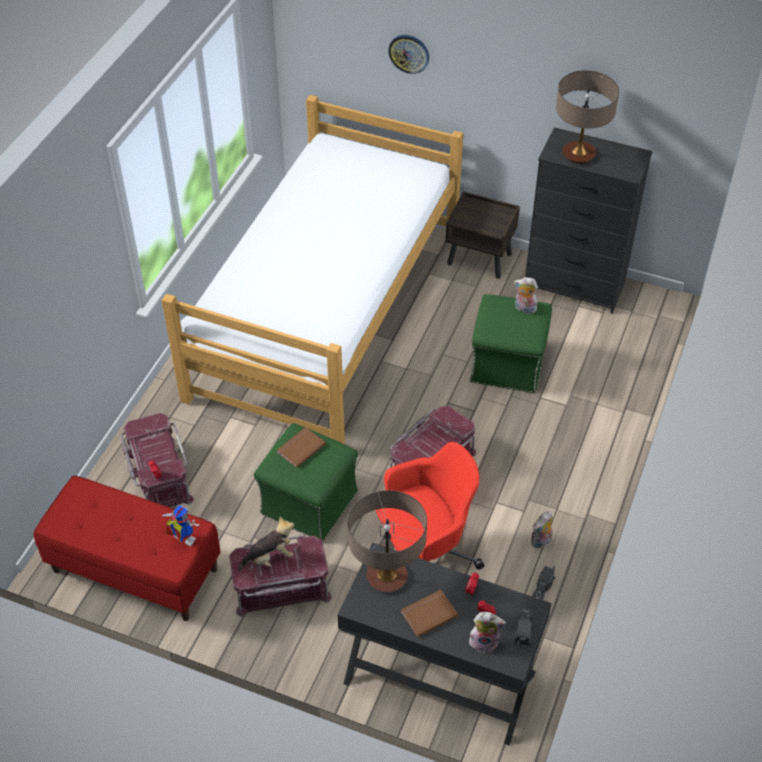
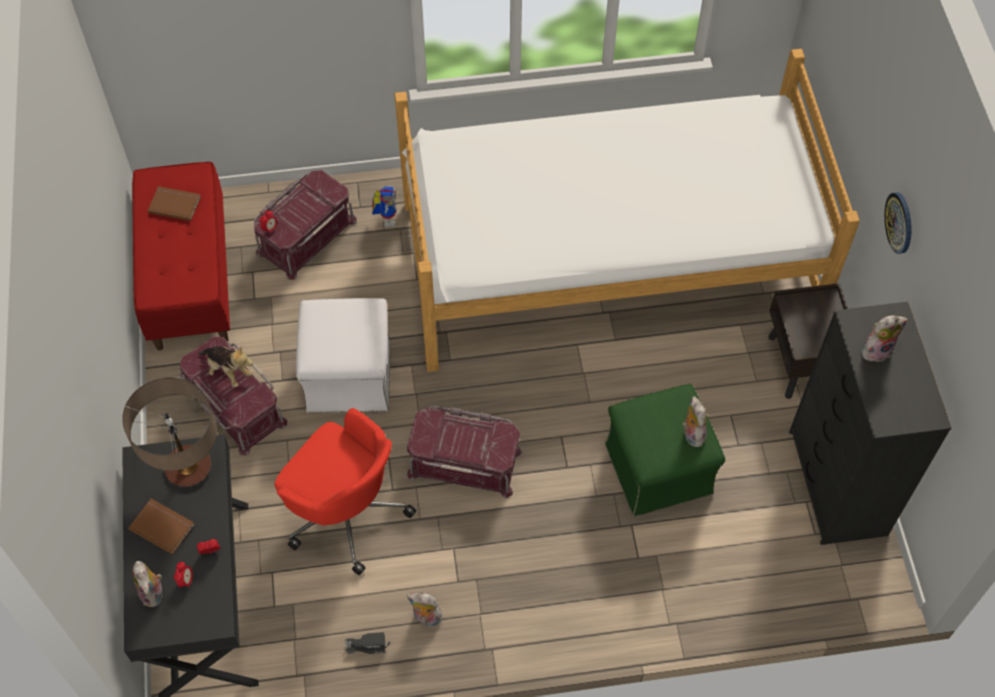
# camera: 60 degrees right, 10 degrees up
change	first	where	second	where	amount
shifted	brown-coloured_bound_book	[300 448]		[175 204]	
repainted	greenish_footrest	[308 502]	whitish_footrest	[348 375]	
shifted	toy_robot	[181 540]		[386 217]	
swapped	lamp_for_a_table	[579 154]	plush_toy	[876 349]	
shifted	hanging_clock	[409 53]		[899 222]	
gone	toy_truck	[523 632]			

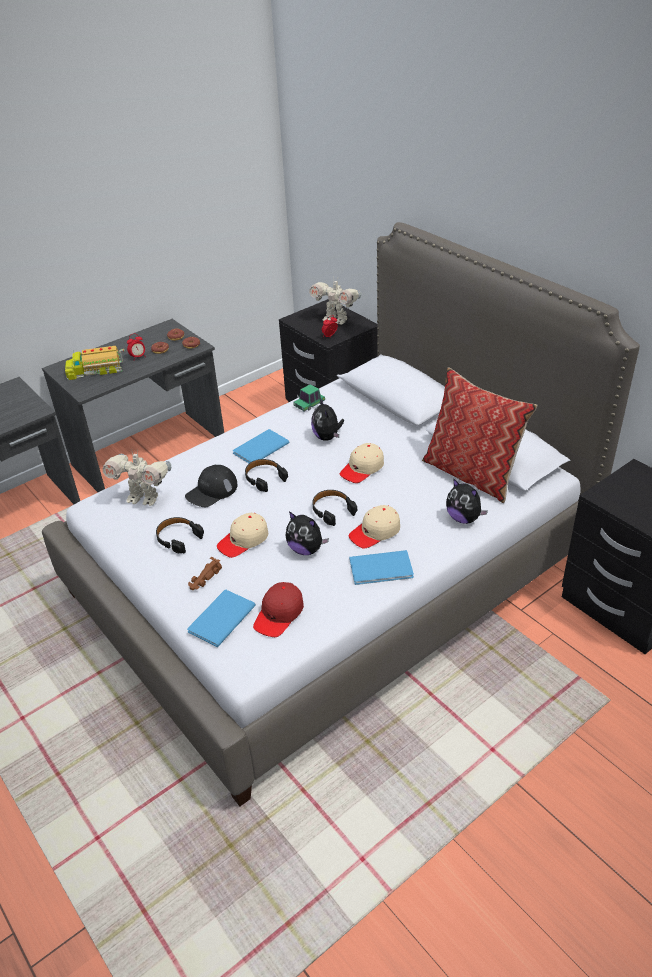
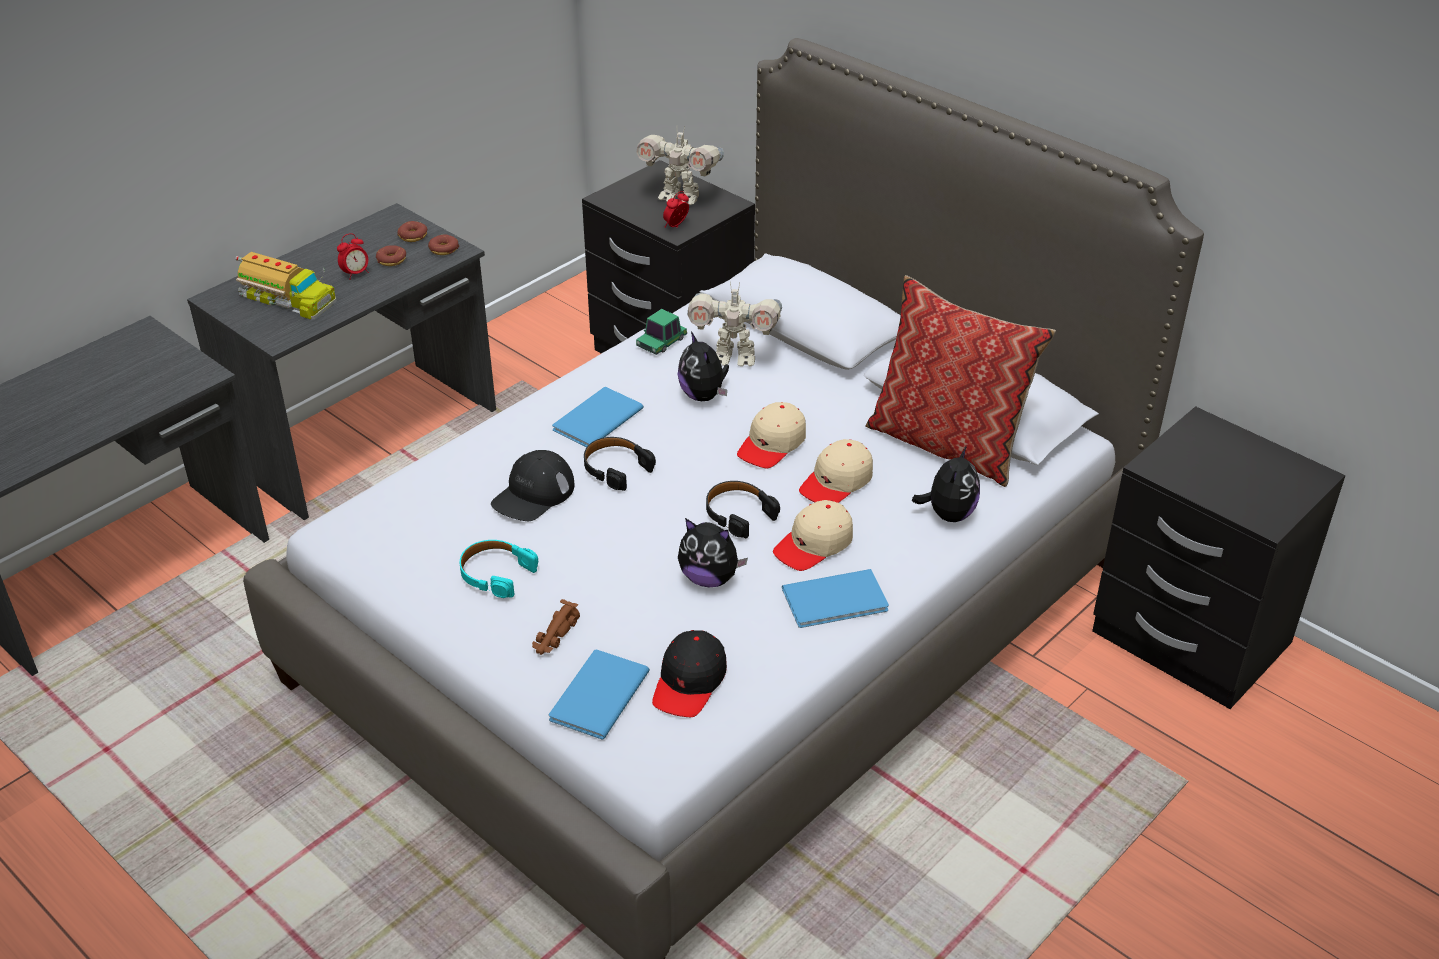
# camera: 10 degrees left, 0 degrees up
change	first	where	second	where	amount
rotated	toy_truck	[95 370]		[286 299]	135 degrees counterclockwise
repainted	black-coloured_headphones	[178 538]	blue-green_headphones	[496 574]	
repainted	reddish_baseball_cap	[279 614]	black-coloured_baseball_cap	[689 682]	
shifted	toy_robot	[143 498]		[734 358]	
shifted	beige-coloured_baseball_cap	[243 540]		[837 482]	
rotated	plush_toy	[464 518]		[948 514]	105 degrees counterclockwise

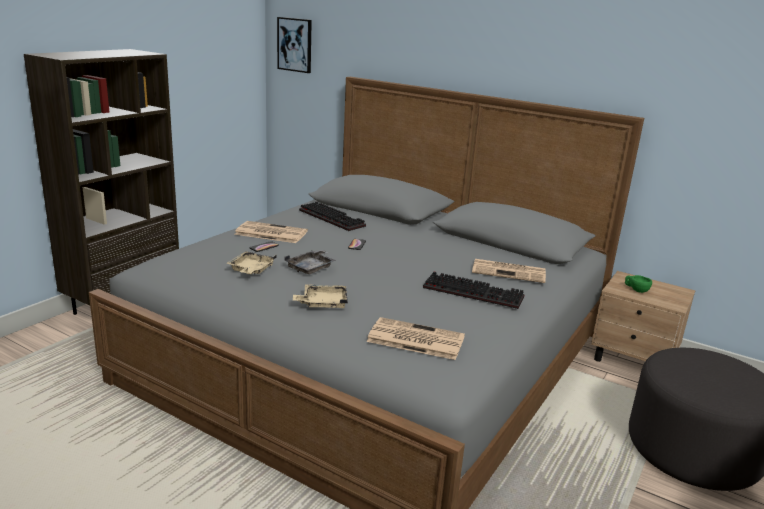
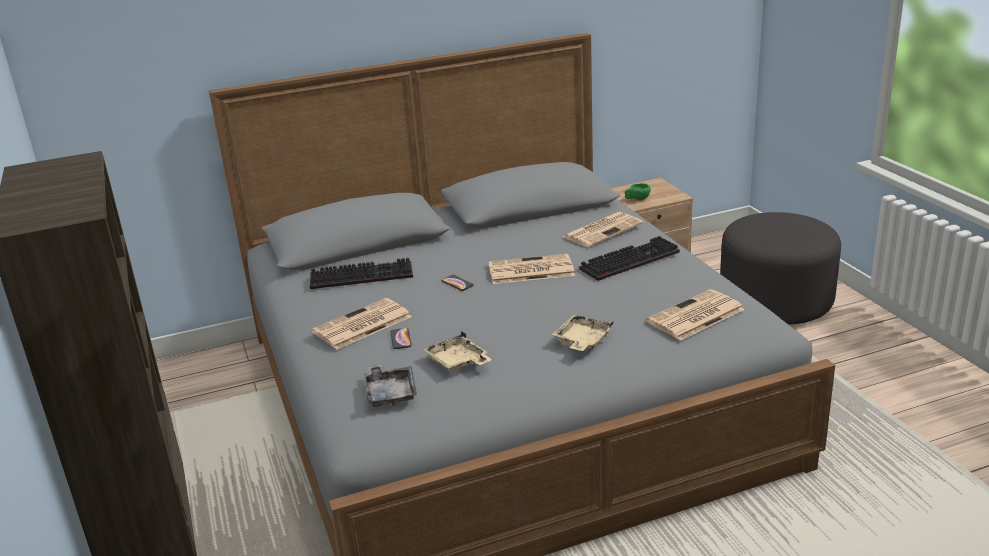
# camera: 50 degrees left, 5 degrees up
change	first	where	second	where	amount
shifted	gray_tray	[311 268]		[390 393]	
new			daily_paper	[529 270]	
gone	picture	[295 45]			

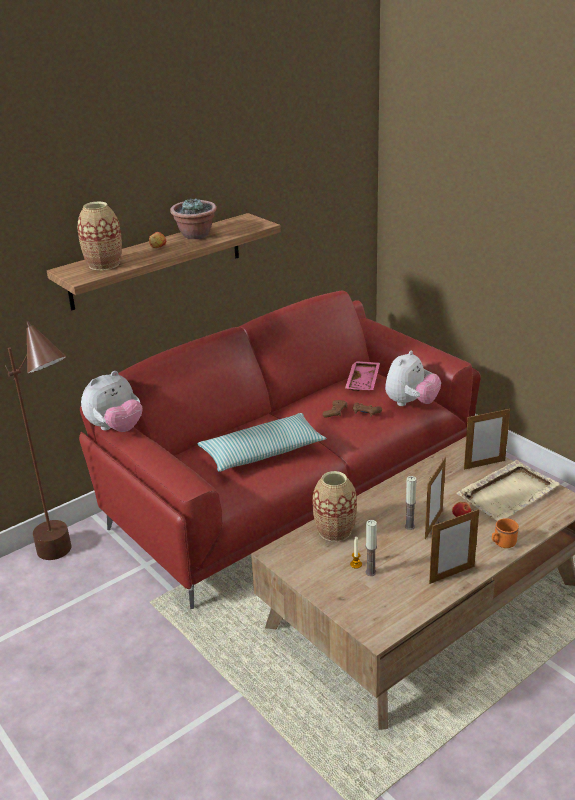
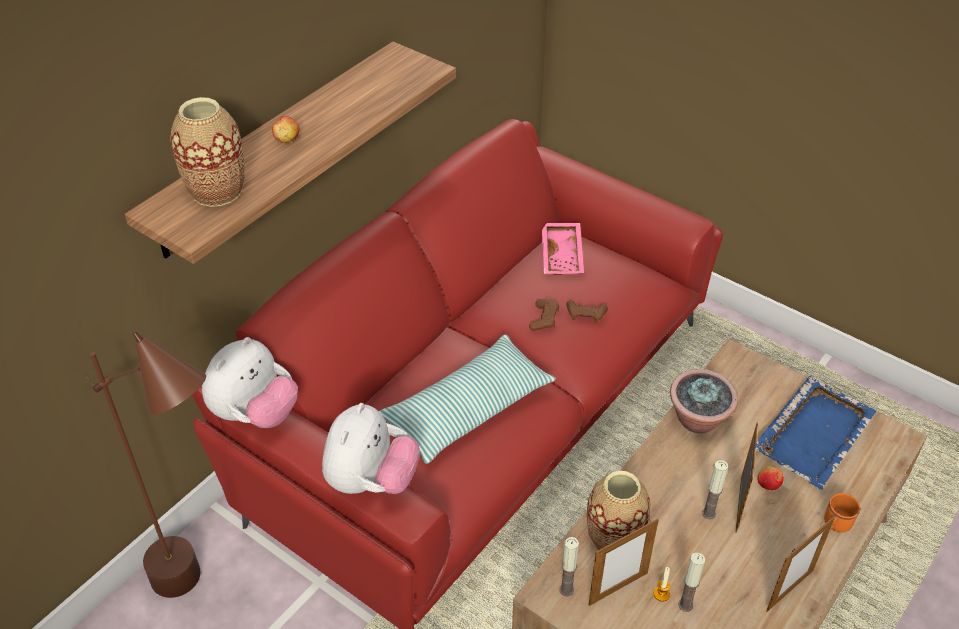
# camera: 15 degrees left, 15 degrees up
change	first	where	second	where	amount
shifted	plush_toy	[411 403]		[371 481]	
new			wax_light	[566 589]	
shifted	photo_frame	[484 464]		[618 588]	
shifted	plant_in_a_pot	[196 235]		[698 420]	
repainted	beige-coloured_tray	[508 493]	blue-coloured_tray	[814 433]	

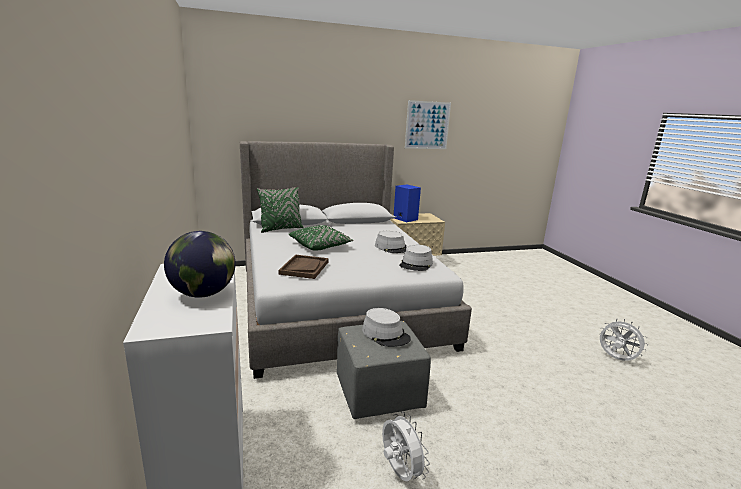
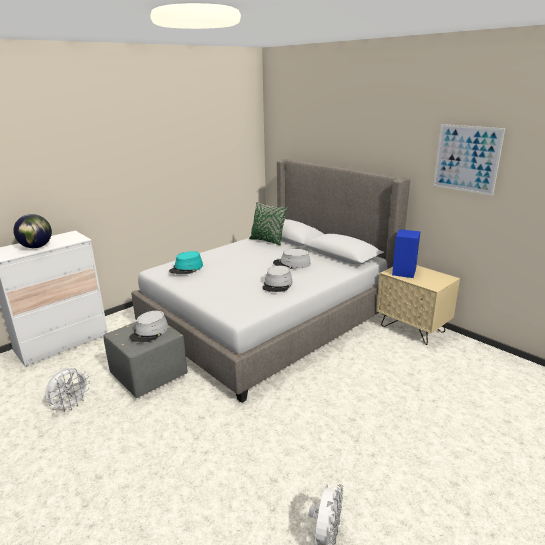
# camera: 65 degrees right, 5 degrees up
change	first	where	second	where	amount
swapped	brown-coloured_tray	[304 268]	blue-green_clothing_hat	[186 268]	
shifted	gray_clothing_hat	[416 264]		[291 264]	
gone	greenish_throw_pillow	[320 246]			

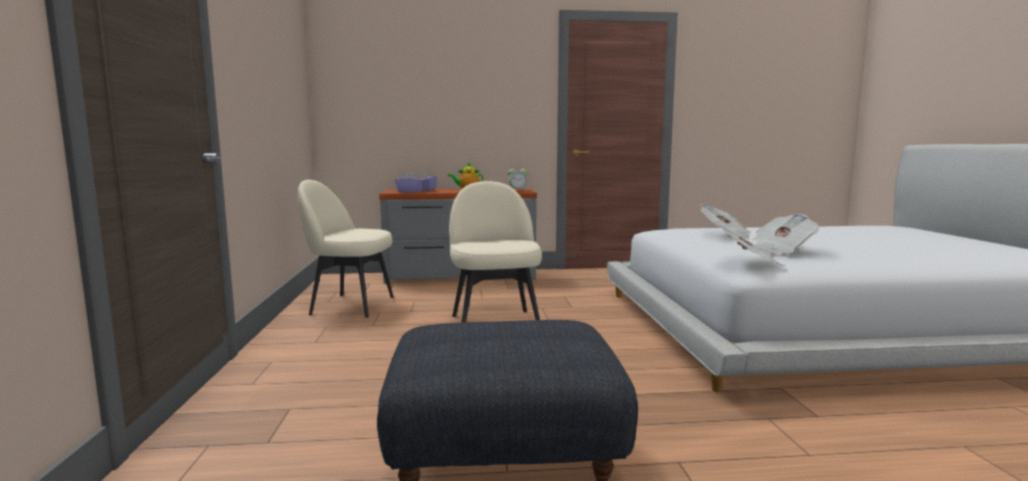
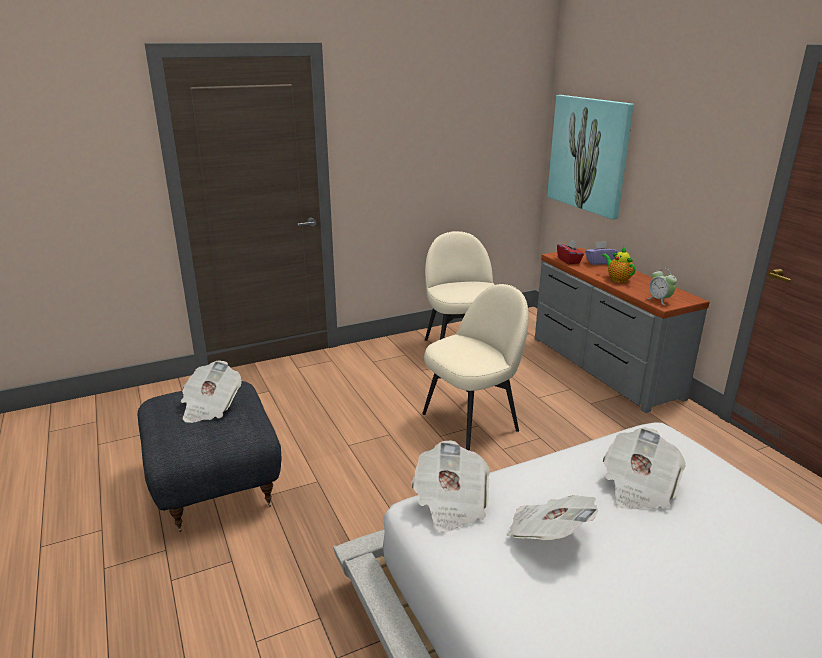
# camera: 70 degrees right, 15 degrees up
change	first	where	second	where	amount
new			daily_paper	[210 407]	
new			picture	[589 154]	
repainted	purple-coloured_tissue_holder	[409 192]	reddish_tissue_holder	[569 261]	

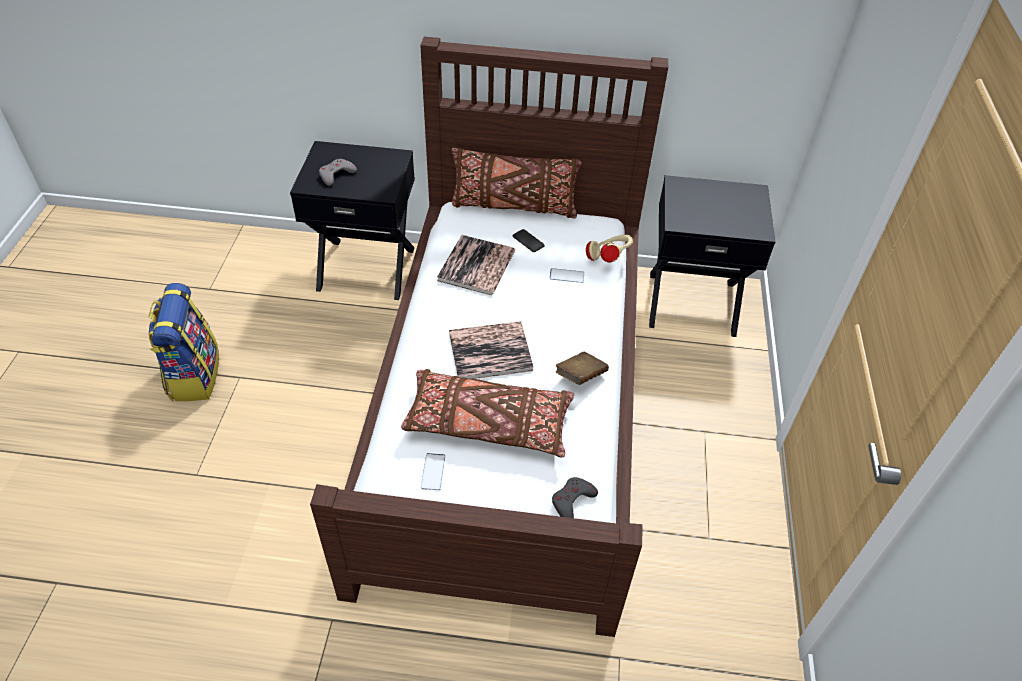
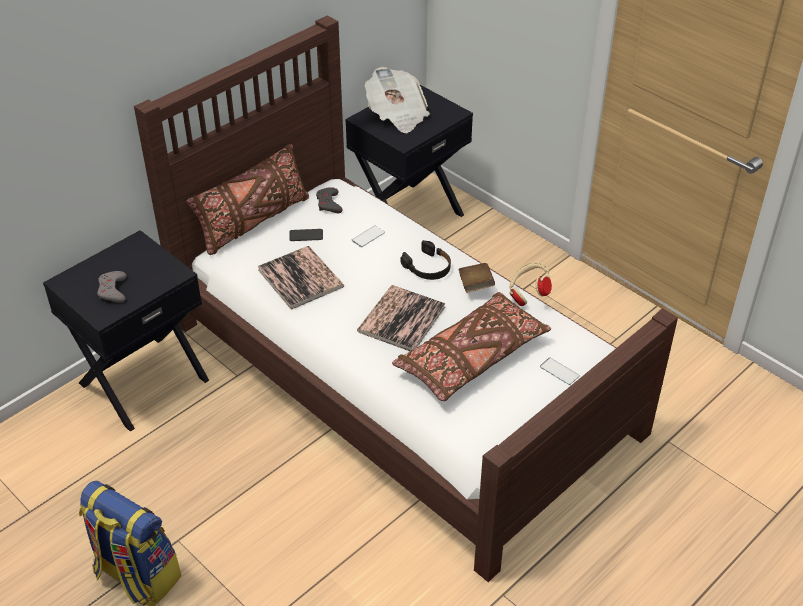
# camera: 50 degrees left, 5 degrees down
change	first	where	second	where	amount
shifted	gray_game_controller	[572 501]		[329 204]	
new			daily_paper	[397 115]	
new			black-coloured_headphones	[428 267]	
shifted	beige-coloured_headphones	[609 258]		[528 294]	
shifted	telephone	[433 472]		[559 371]	

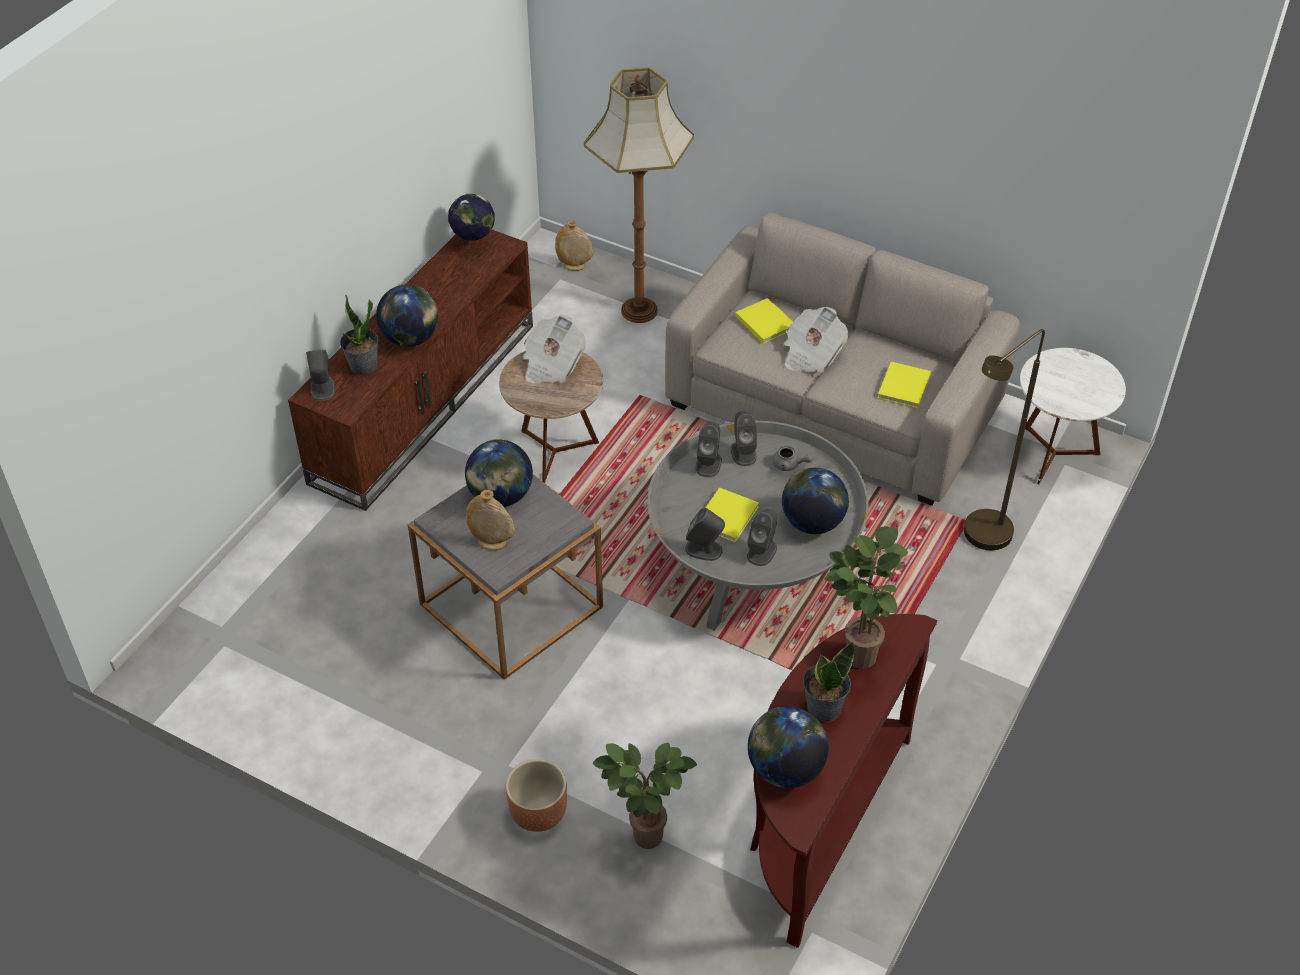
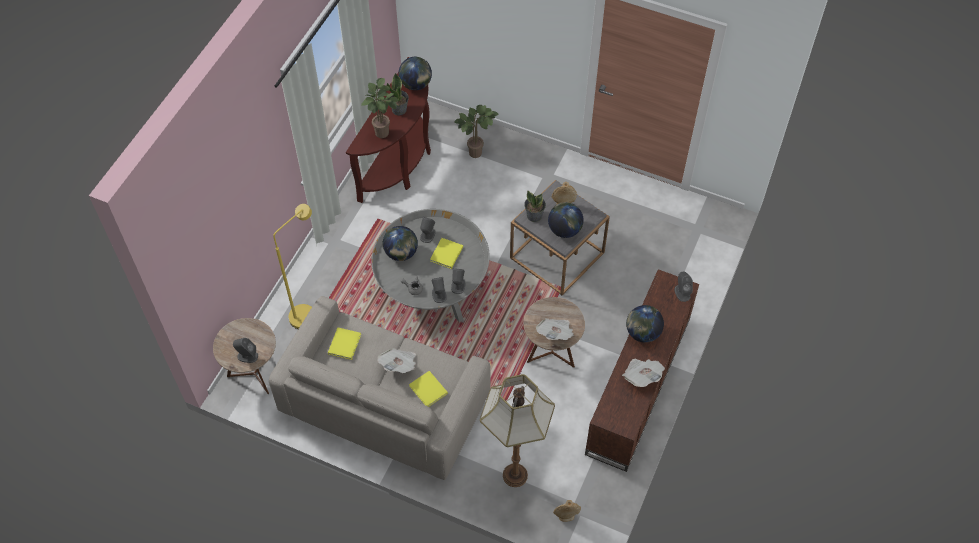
# camera: 175 degrees right, 10 degrees up
change	first	where	second	where	amount
repainted	whitish_side_table	[1054 455]	brown-coloured_side_table	[254 374]	
shifted	gray_loudspeaker	[704 550]		[247 356]	
repainted	brown-coloured_standard_lamp	[980 540]	yellow-coloured_standard_lamp	[307 312]	
shifted	plant_in_a_pot	[363 366]		[534 215]	
new			daily_paper	[641 376]	
gone	globe	[474 245]			
gone	brown-coloured_flower_pot	[537 813]			

